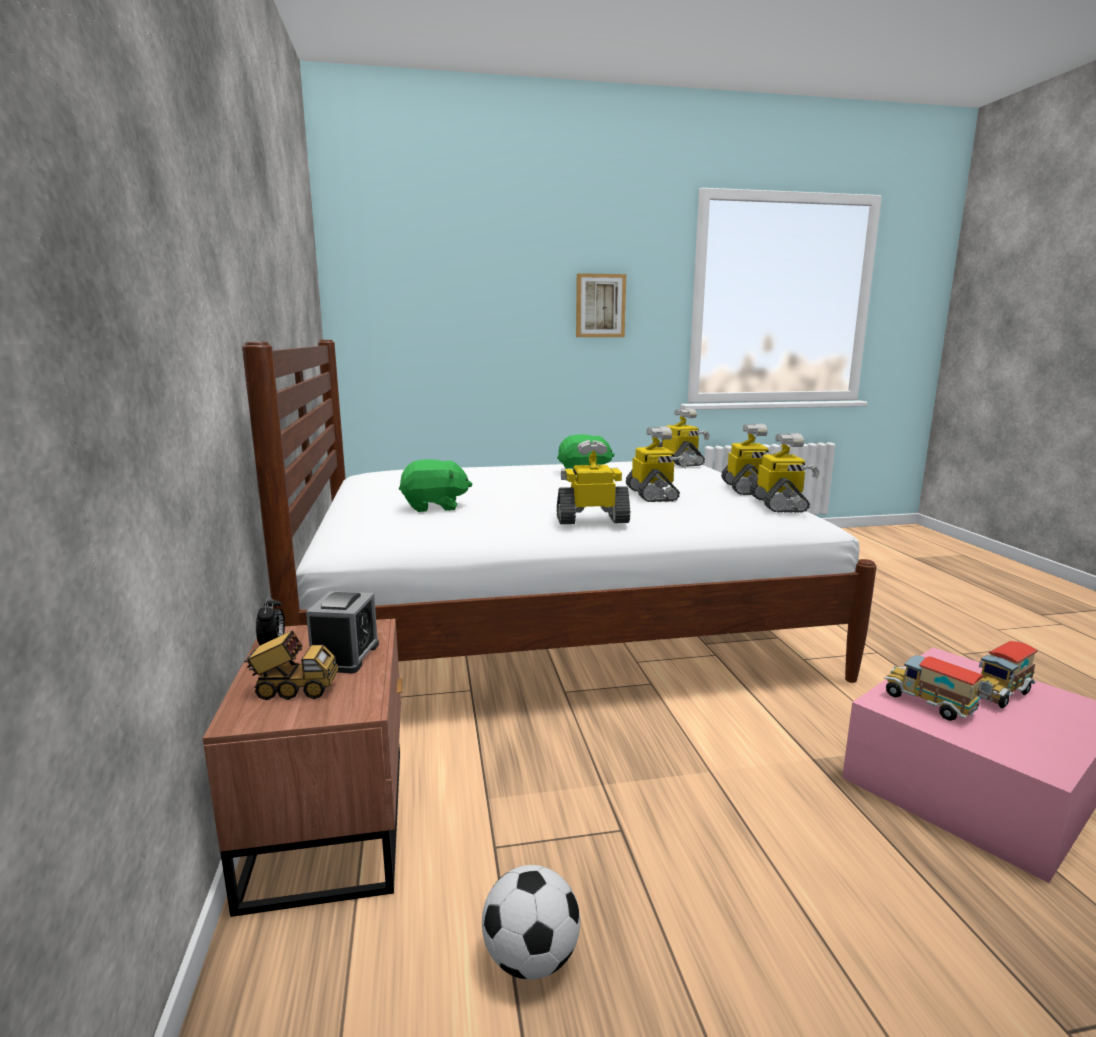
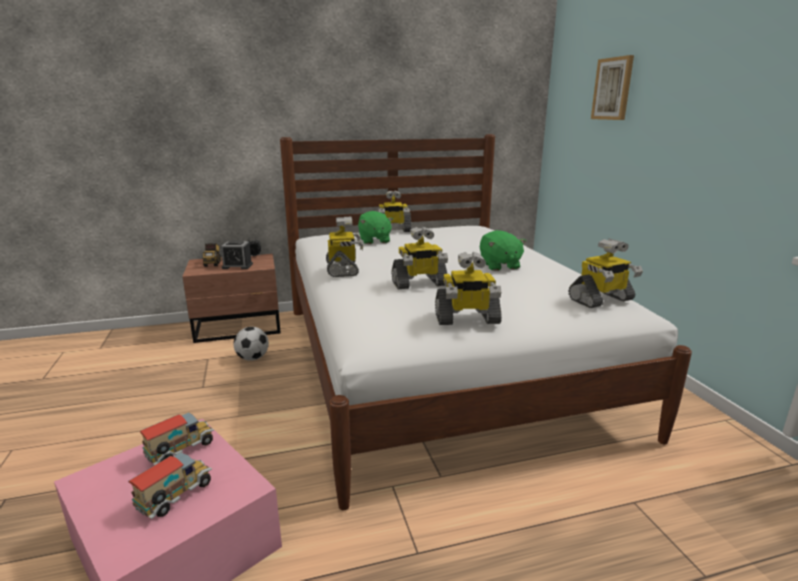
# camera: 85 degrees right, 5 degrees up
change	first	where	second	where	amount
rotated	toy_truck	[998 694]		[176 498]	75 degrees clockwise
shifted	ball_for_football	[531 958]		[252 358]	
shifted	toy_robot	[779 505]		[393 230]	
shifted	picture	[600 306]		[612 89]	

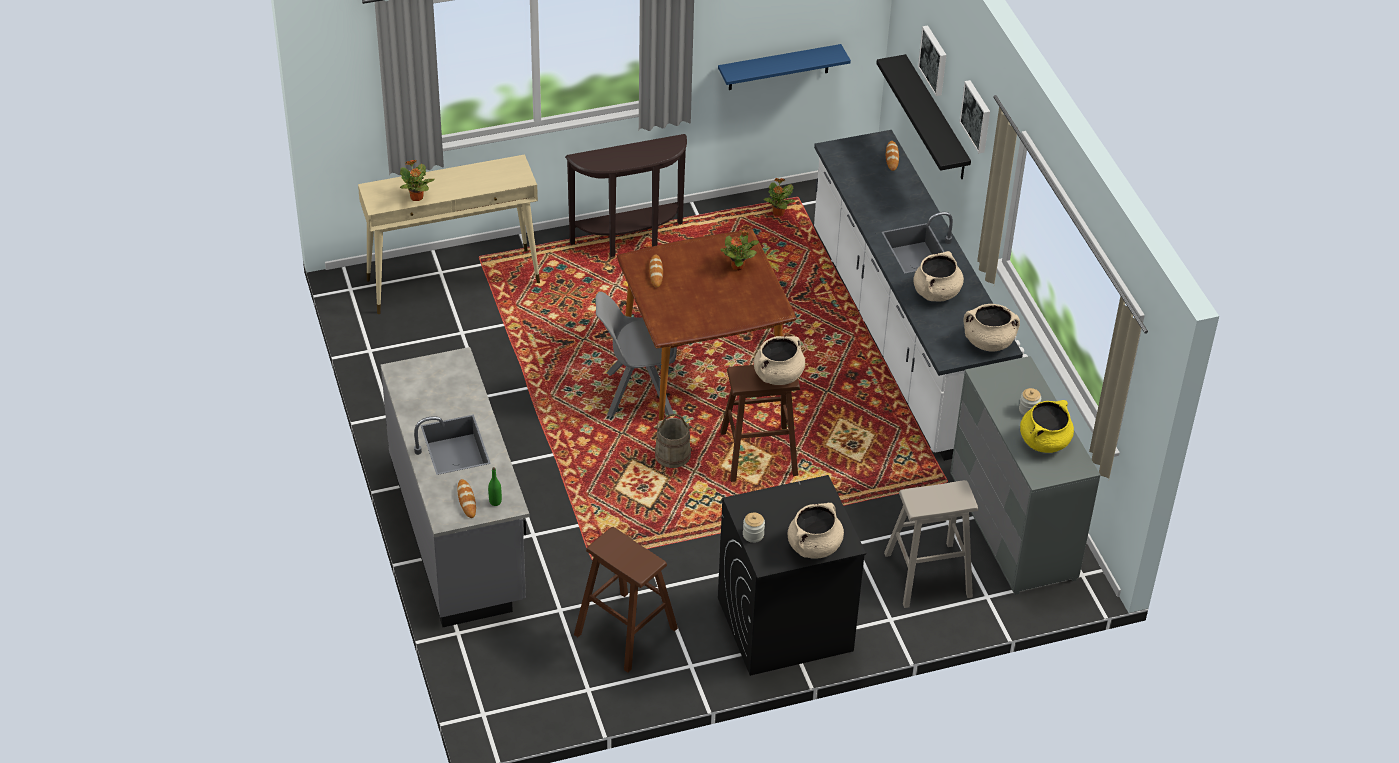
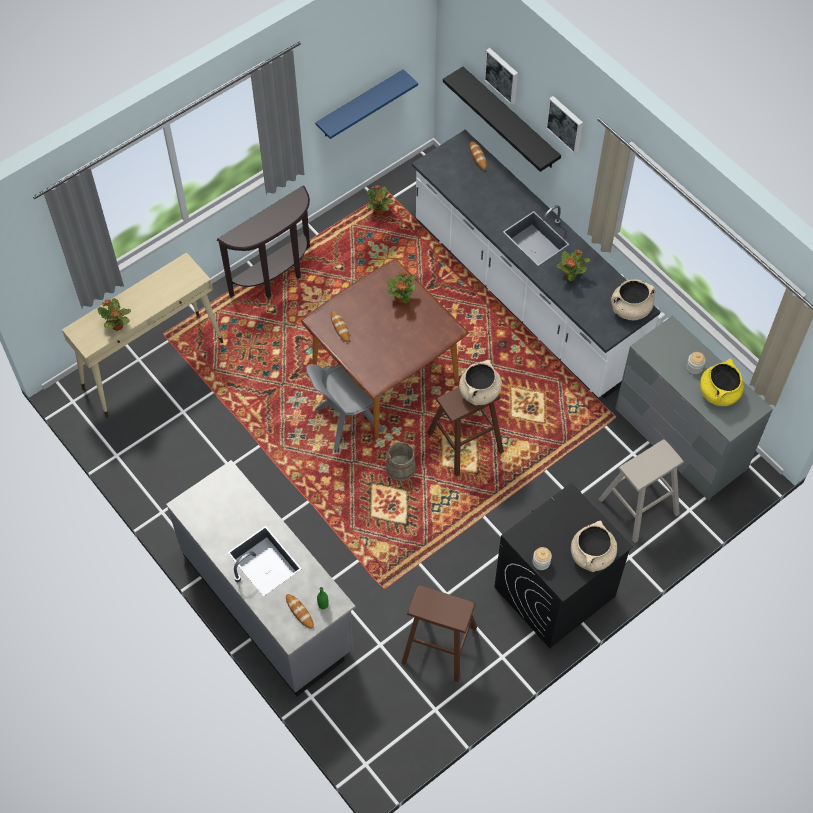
# camera: 20 degrees left, 15 degrees up
change	first	where	second	where	amount
swapped	beige-coloured_saucepot	[936 293]	plant_in_a_pot	[570 276]	

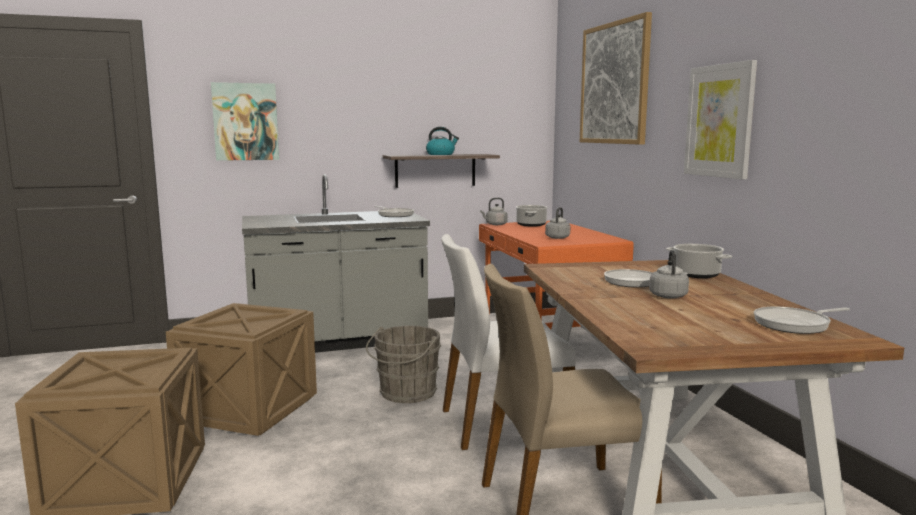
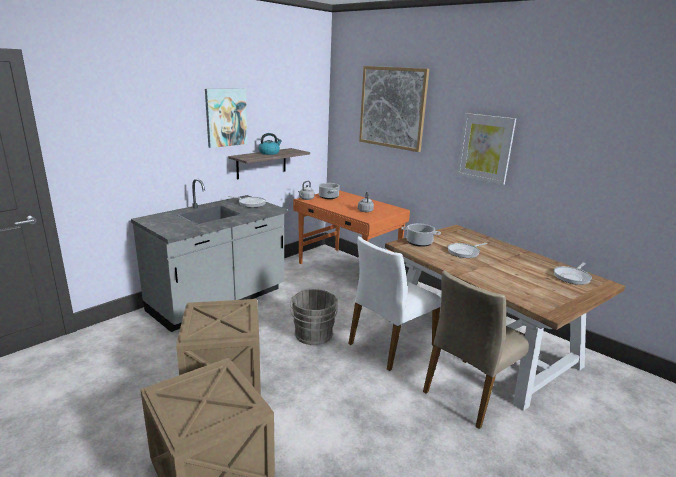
# camera: 30 degrees left, 10 degrees up
change	first	where	second	where	amount
shifted	picture	[245 122]		[226 117]	
shifted	saucepot	[695 274]		[419 243]	
gone	gray_kettle	[668 295]			

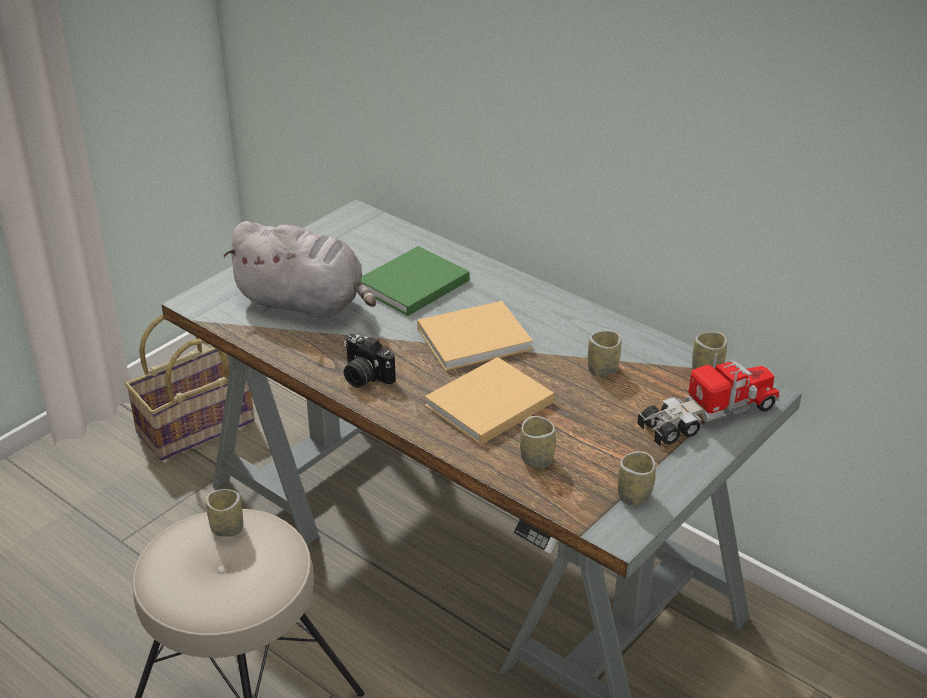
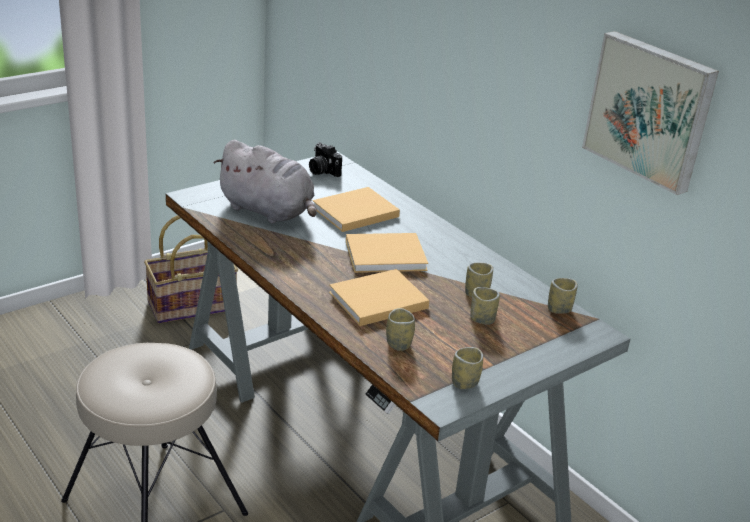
# camera: 10 degrees right, 5 degrees down
change	first	where	second	where	amount
shifted	still_camera	[364 377]		[322 171]	
repainted	greenish_bound_book	[411 285]	beige-coloured_bound_book	[353 212]	
shifted	drinking_cup	[227 528]		[482 319]	
new			picture	[650 110]	
gone	toy_truck	[707 416]			

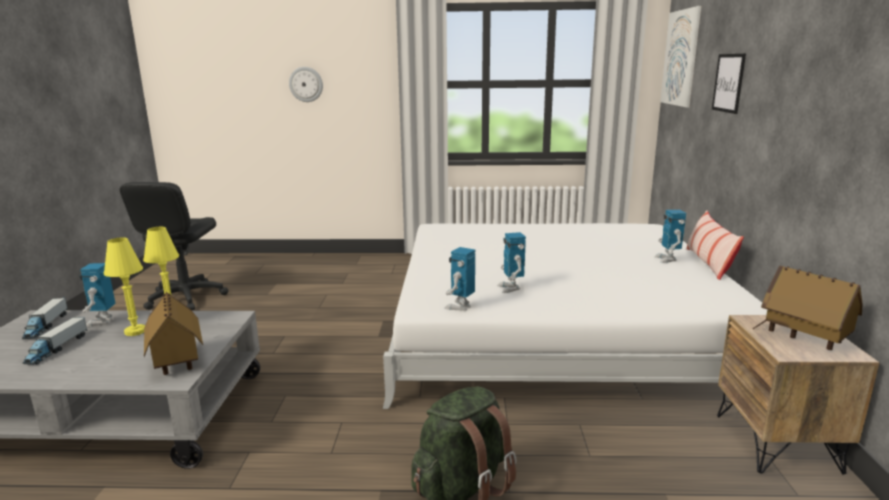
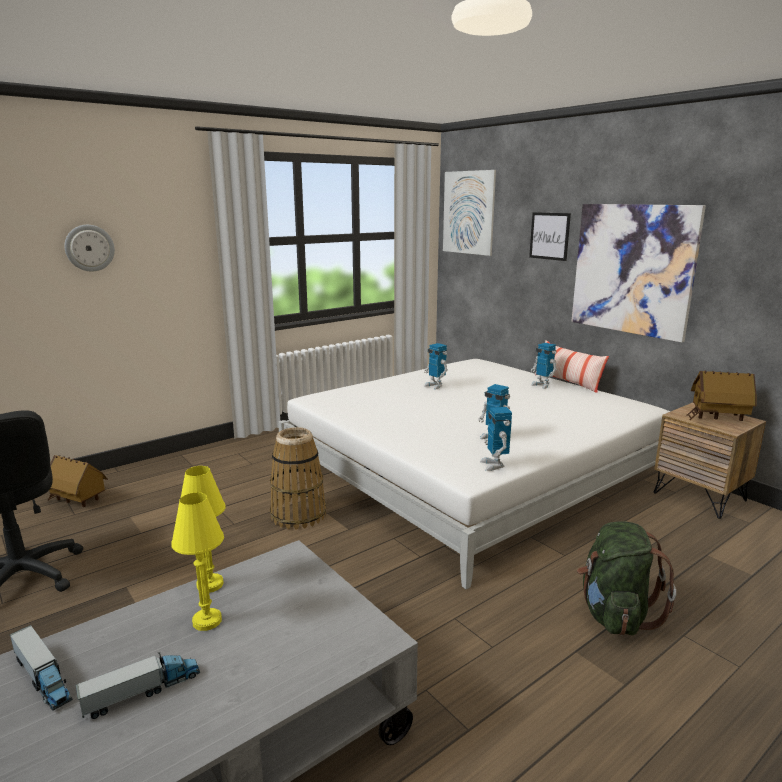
# camera: 40 degrees left, 0 degrees up
change	first	where	second	where	amount
shifted	miniature_house	[176 361]		[77 500]	
rotated	toy_truck	[57 348]		[142 692]	90 degrees counterclockwise
new			household_basket	[298 515]	
shifted	toy_robot	[102 321]		[435 386]	
new			picture	[632 269]	

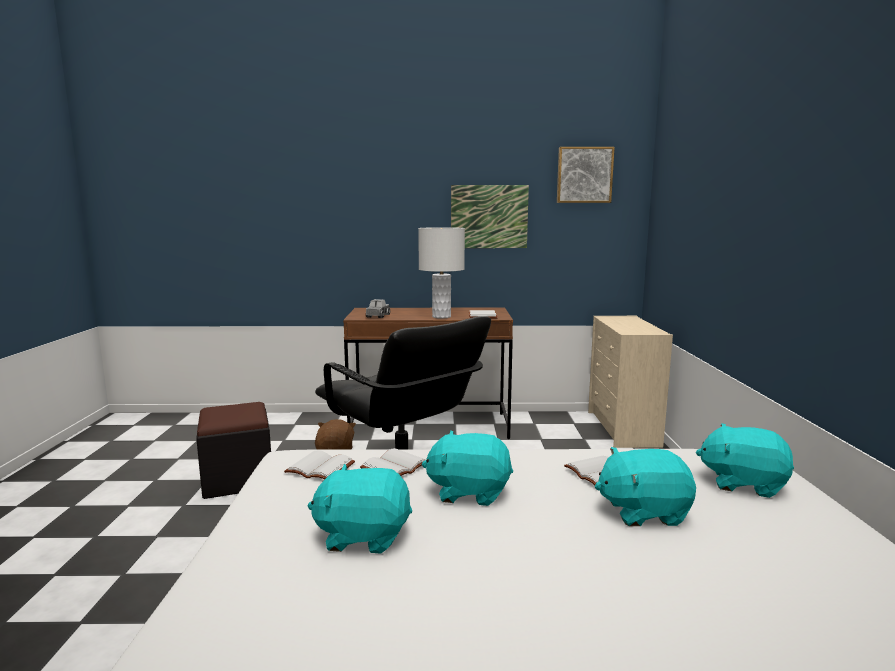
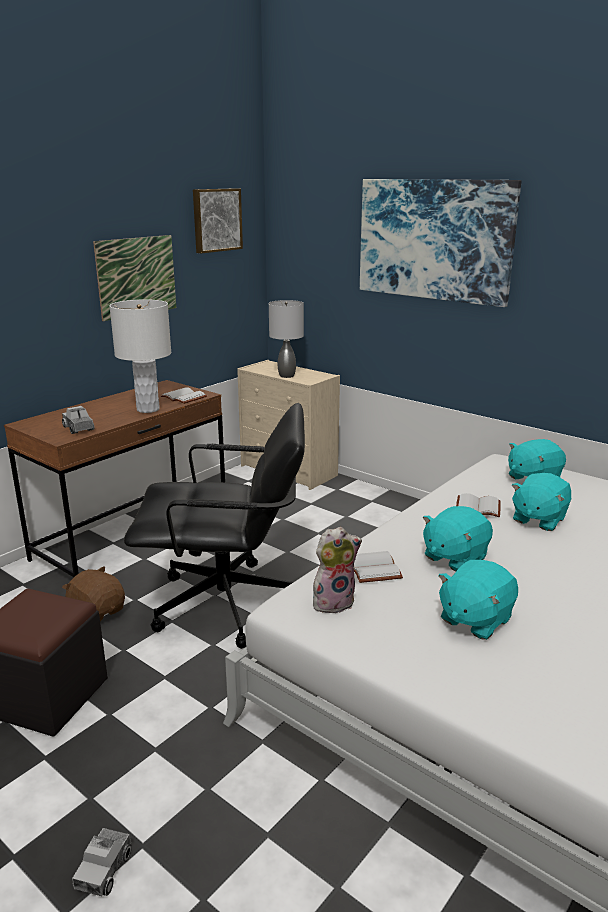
# camera: 50 degrees left, 10 degrees up
change	first	where	second	where	amount
new			toy_truck	[104 869]	
new			gray_lamp_for_a_table	[287 376]	
swapped	whitish_bound_book	[318 469]	plush_toy	[334 602]	
new			picture	[434 240]	

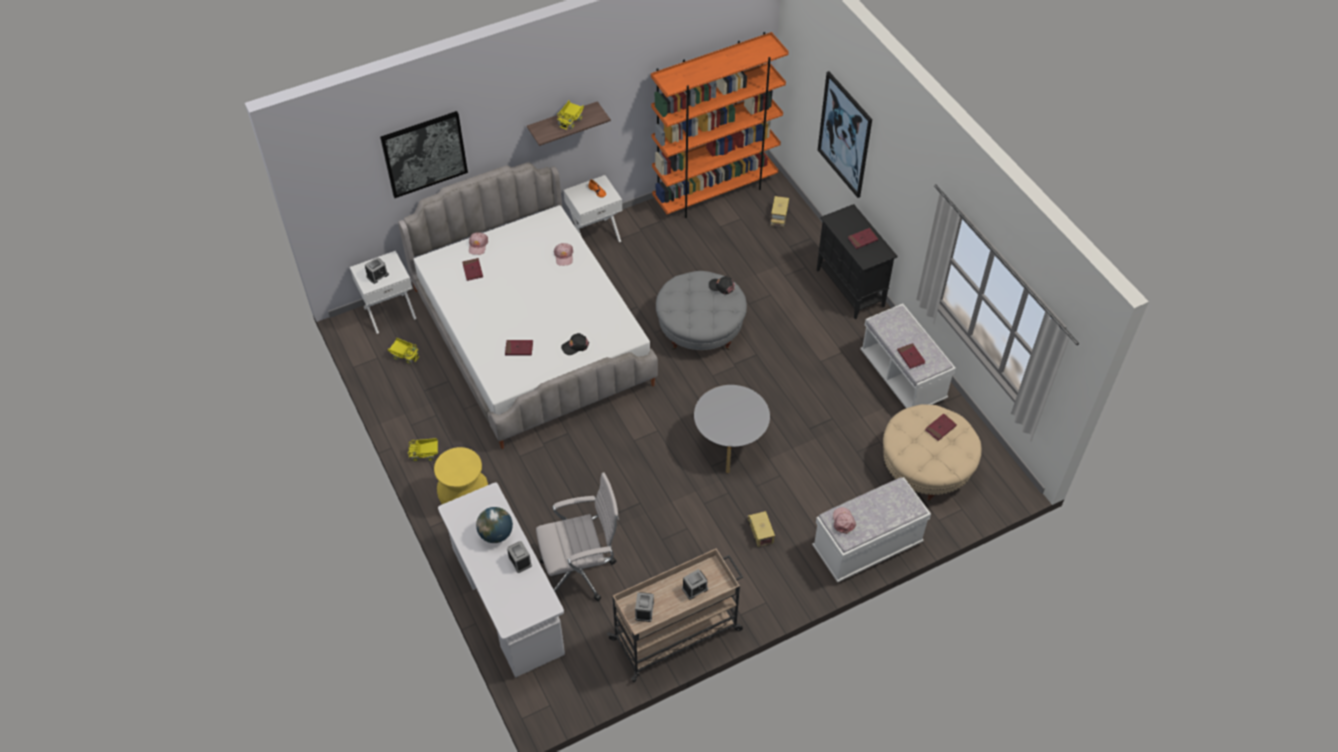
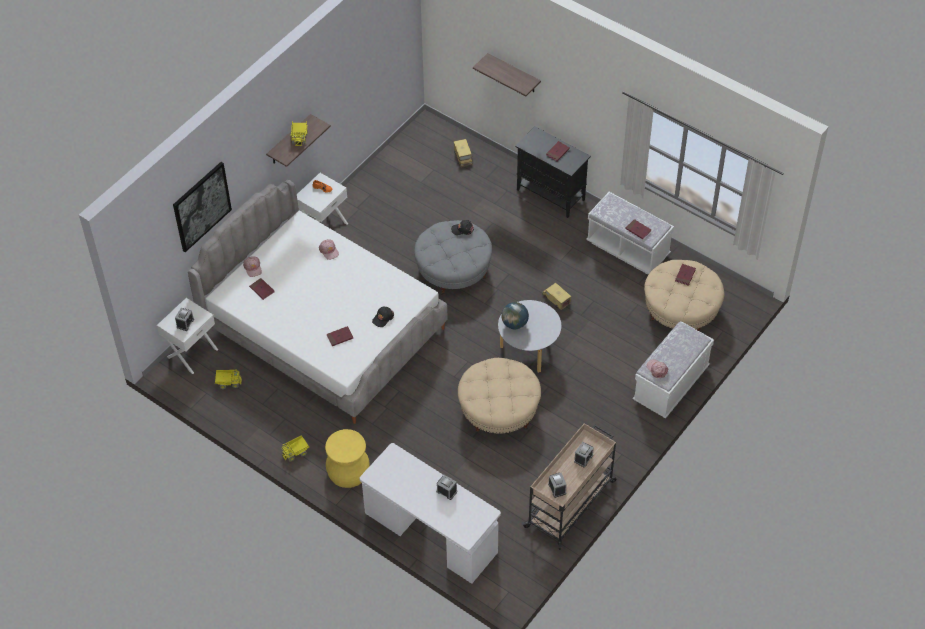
# camera: 25 degrees left, 0 degrees up
change	first	where	second	where	amount
new			beige-coloured_footrest	[499 410]	
swapped	picture	[845 135]	wall_shelf	[514 74]	
shifted	globe	[496 534]		[514 323]	
shifted	toy_truck	[760 531]		[556 299]	
gone	whitish_computer_chair	[582 571]			
gone	orangey_bookcase	[715 192]			

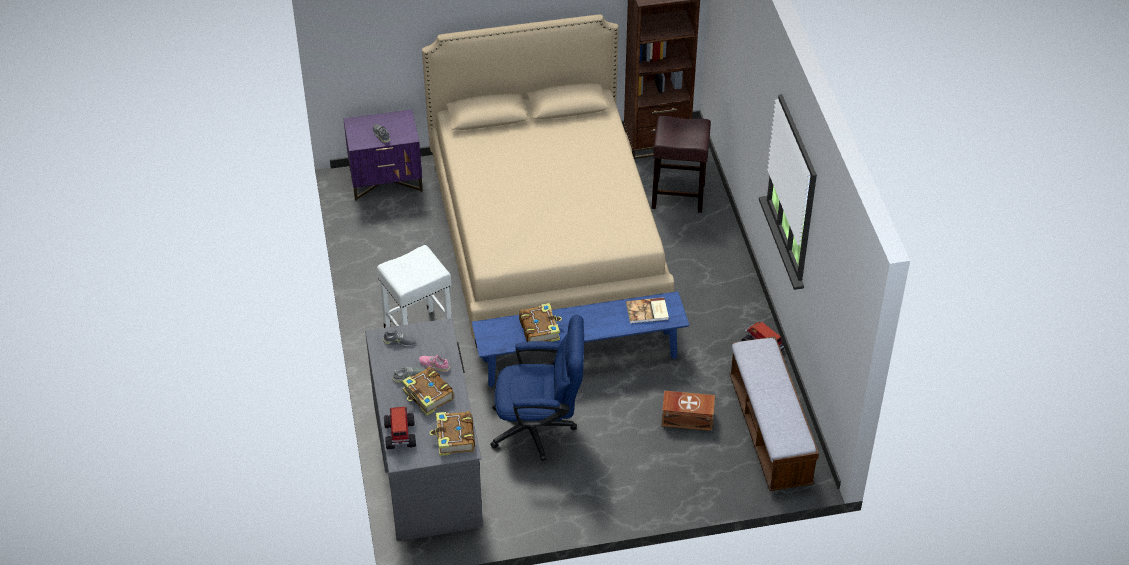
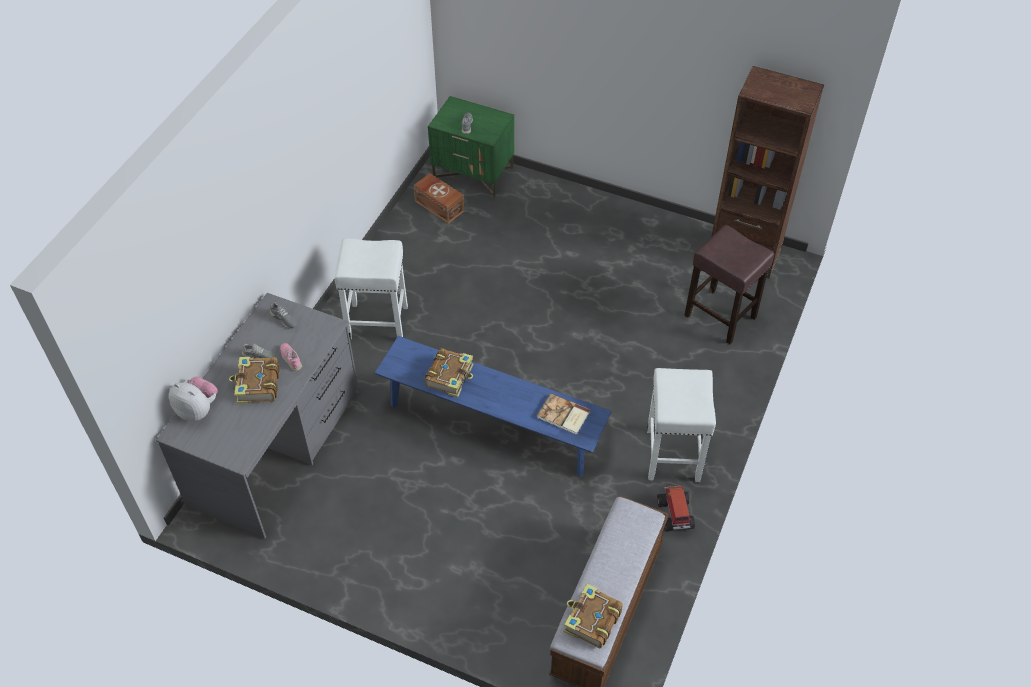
# camera: 35 degrees right, 5 degrees up
change	first	where	second	where	amount
swapped	toy_truck	[400 436]	plush_toy	[198 410]	
shifted	brown-coloured_storage_container	[686 418]		[439 205]	
repainted	purple-coloured_bedside_table	[386 180]	greenish_bedside_table	[473 173]	
shifted	bound_book	[454 438]		[591 621]	
new			whitish_sitting_stool	[673 456]	
gone	beige-coloured_bedroom_bed	[547 235]			
gone	blue-coloured_computer_chair	[540 428]			

